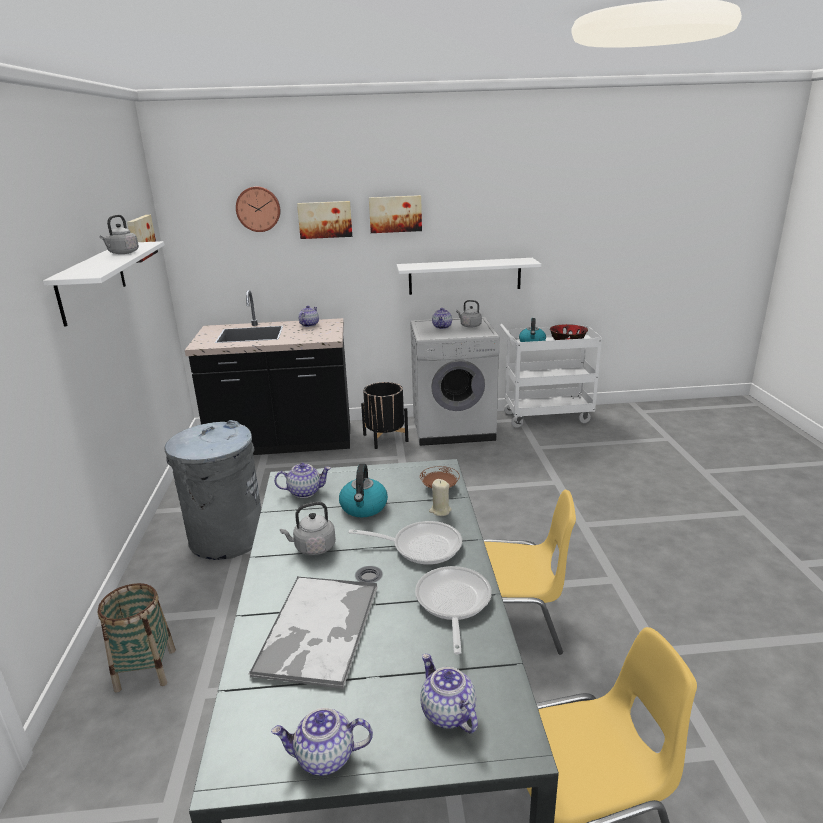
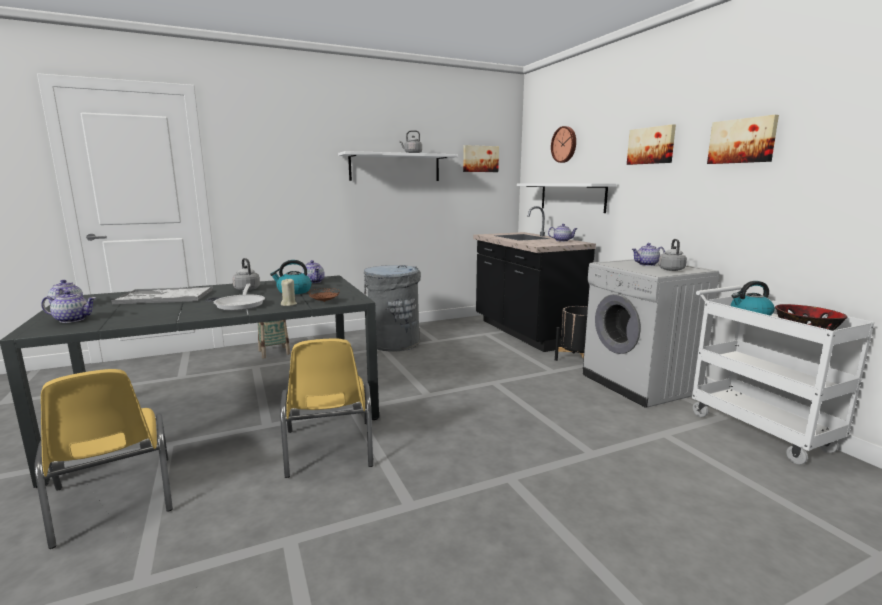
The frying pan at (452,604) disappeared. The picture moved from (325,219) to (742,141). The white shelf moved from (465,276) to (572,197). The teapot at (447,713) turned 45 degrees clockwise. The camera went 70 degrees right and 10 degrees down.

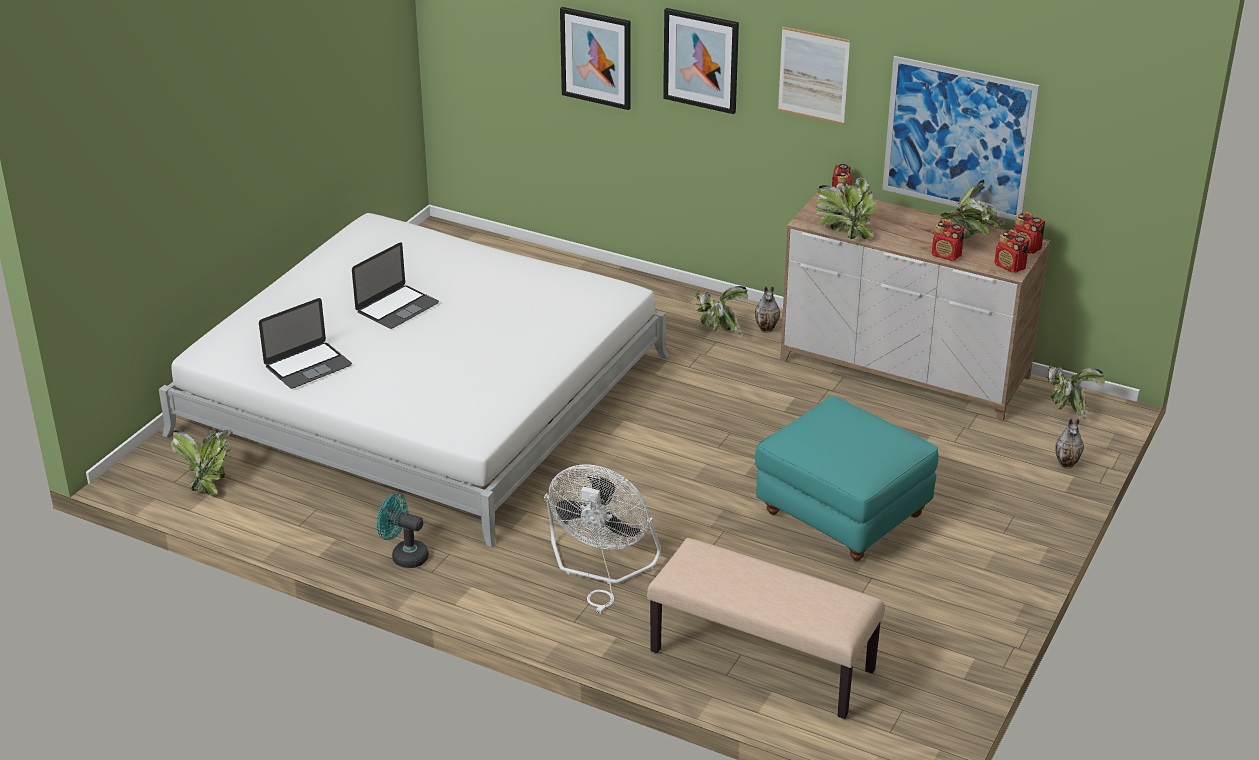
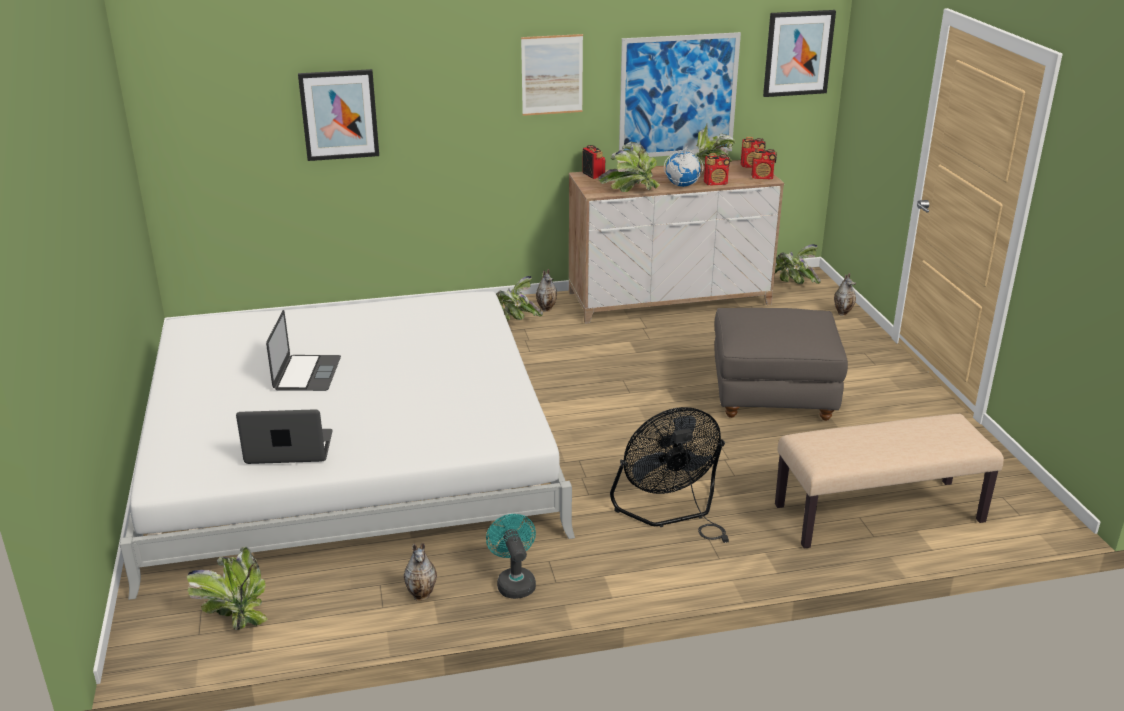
The vase at (422,594) appeared. The globe at (681,185) appeared. The picture moved from (701,60) to (798,53). The white fan at (598,569) became the black fan at (677,512). The turquoise ottoman at (842,514) became the grey ottoman at (772,397). The laptop at (308,365) turned 105 degrees counterclockwise. The turquoise fan at (404,556) turned 90 degrees clockwise. The camera went 40 degrees left and 5 degrees down.

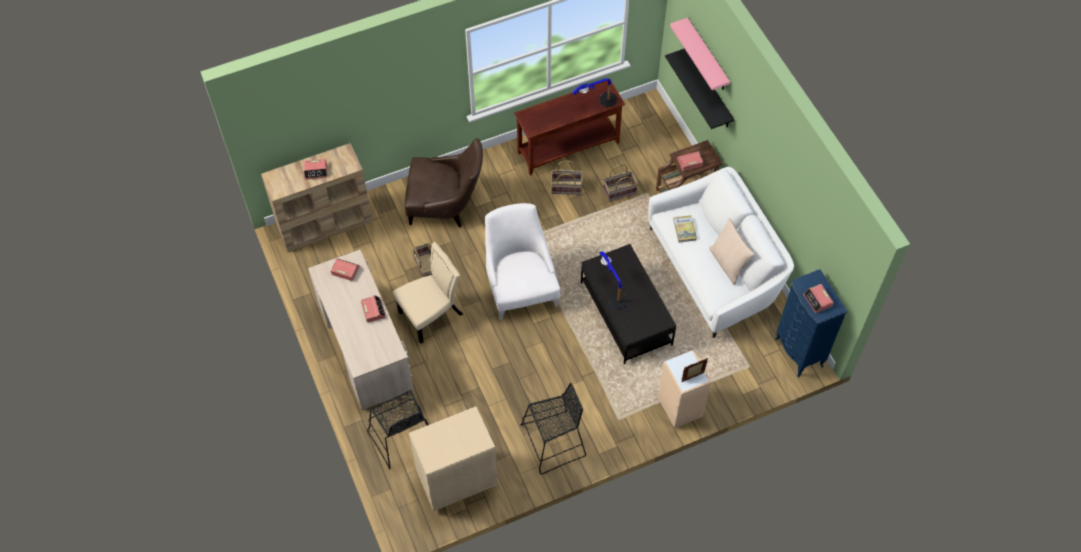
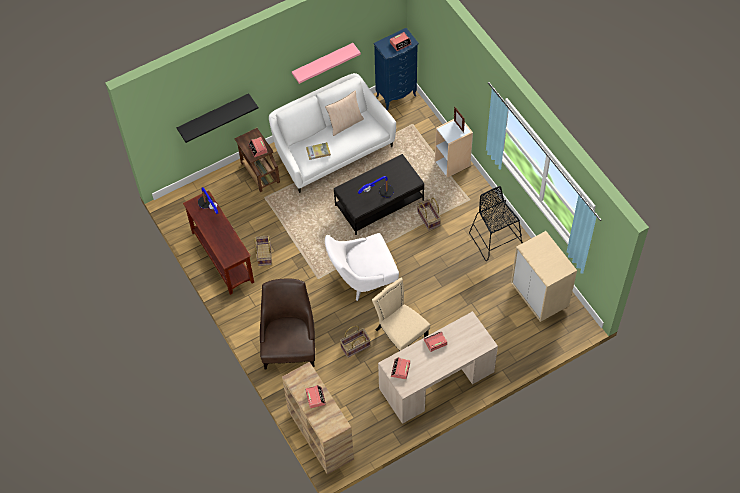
The black stool at (402,437) disappeared. The basket moved from (619,192) to (429,218). The pink shelf moved from (707,56) to (322,62). The camera went 95 degrees left and 0 degrees up.

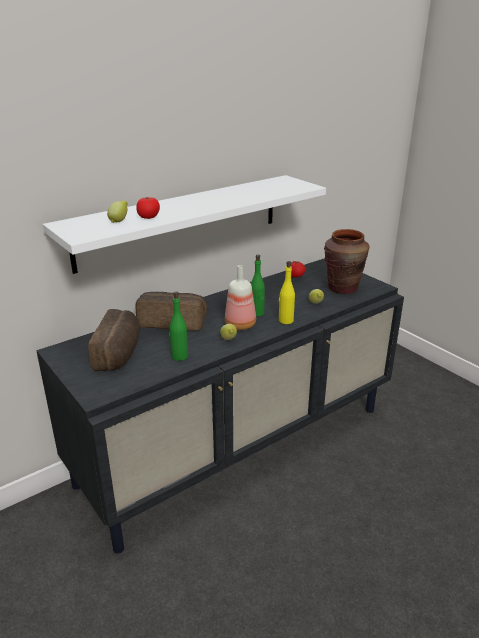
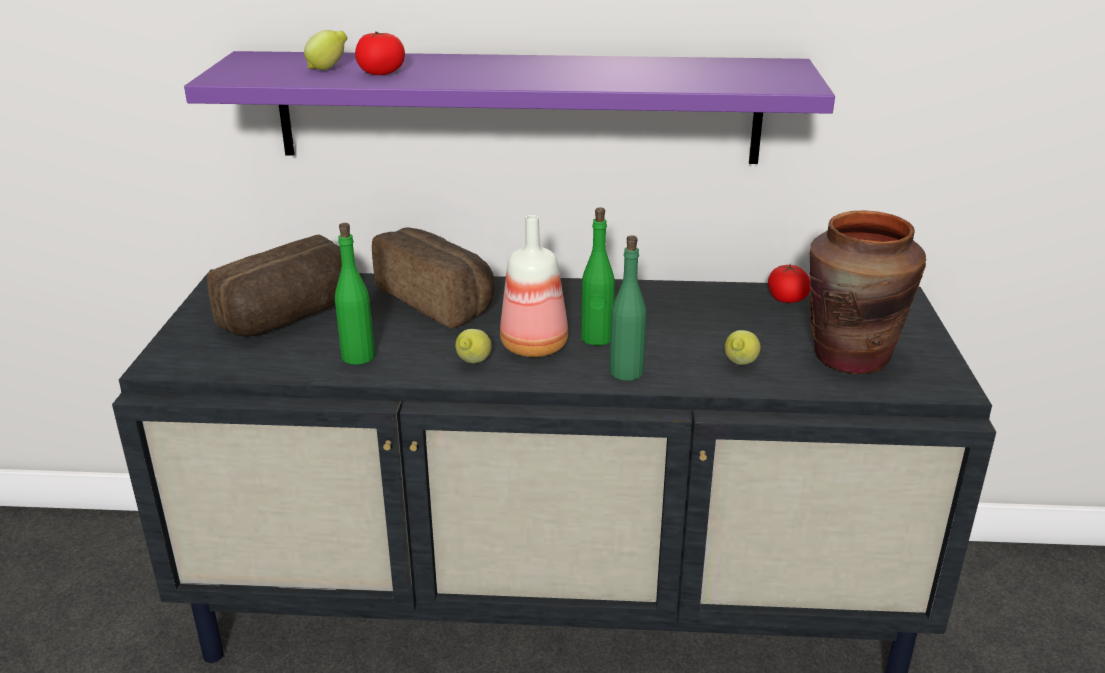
The white shelf at (181,221) became the purple shelf at (518,107). The yellow bottle at (285,320) became the green bottle at (626,372). The camera went 40 degrees right and 0 degrees up.

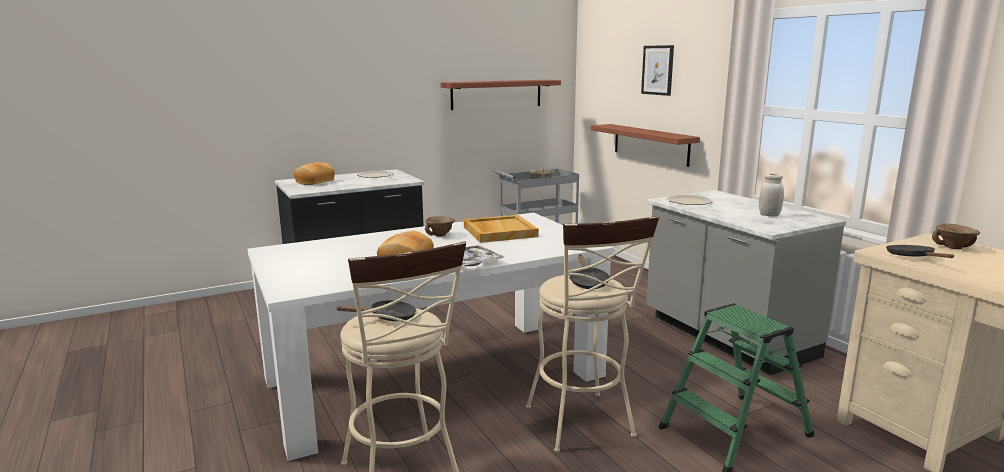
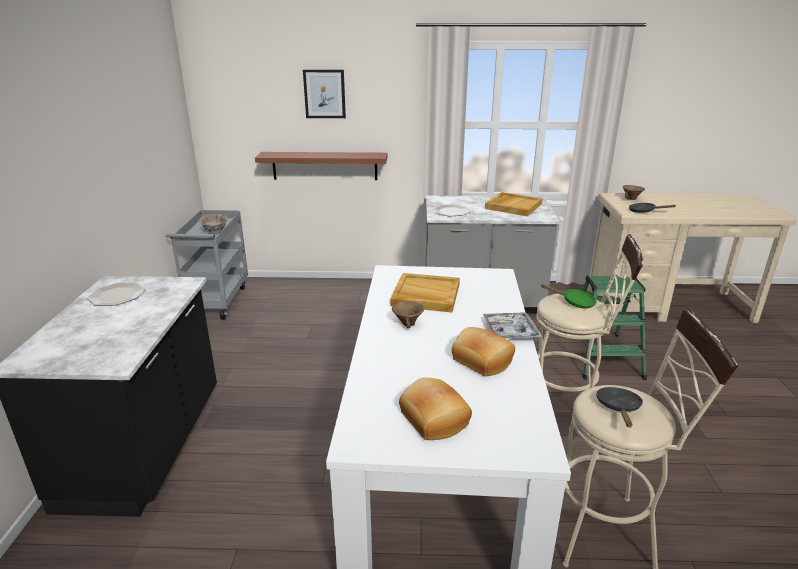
The shelf at (496,94) disappeared. The bread moved from (314,182) to (433,420). The white jar at (769,215) was replaced by the beige tray at (513,206). The black frying pan at (588,282) became the green frying pan at (574,302). The camera went 60 degrees left and 10 degrees up.

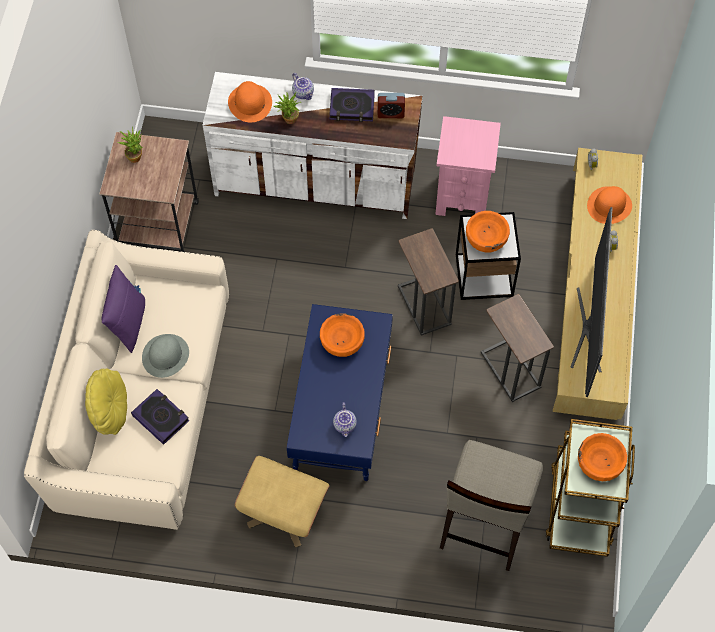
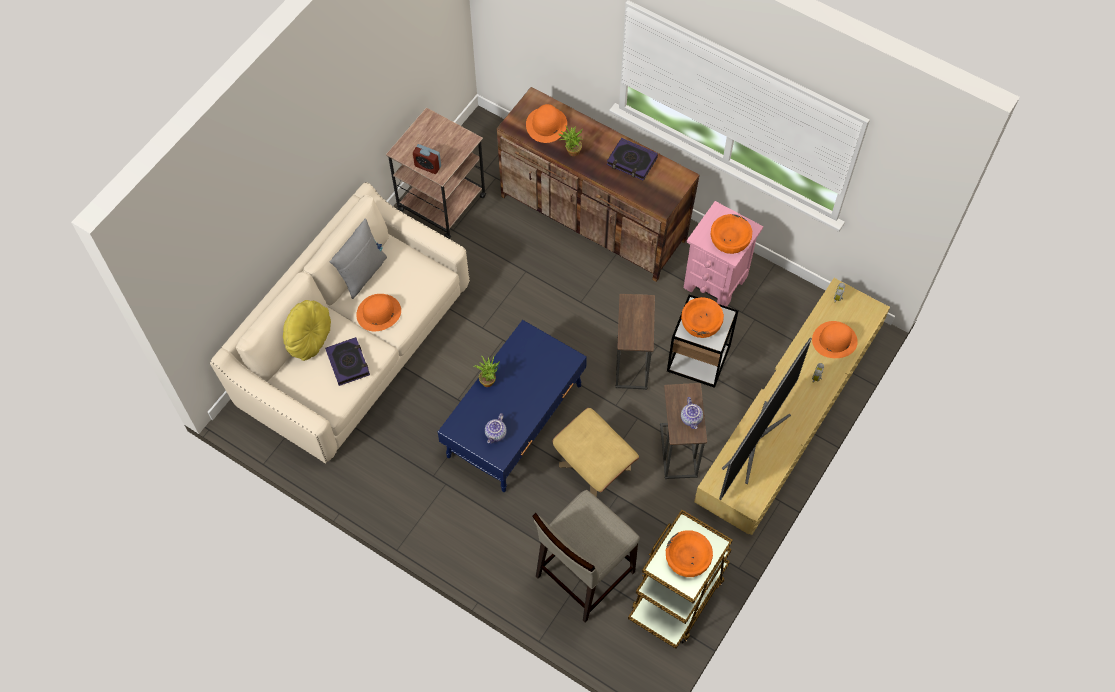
The potted plant moved from (135,155) to (489,380). The beige ottoman moved from (284,511) to (595,466). The teapot moved from (303,93) to (691,418). The orange bowl moved from (342,341) to (729,240). The alarm clock moved from (390,113) to (428,166). The purple pillow at (128,324) became the grey pillow at (362,274). The grey hat at (165,356) became the orange hat at (378,313). The white cabinet at (316,183) became the brown cabinet at (593,220). The camera went 25 degrees right and 0 degrees up.

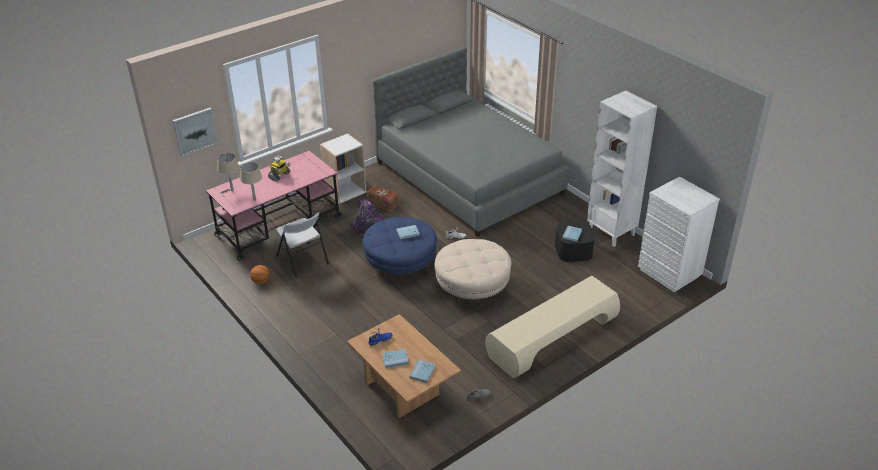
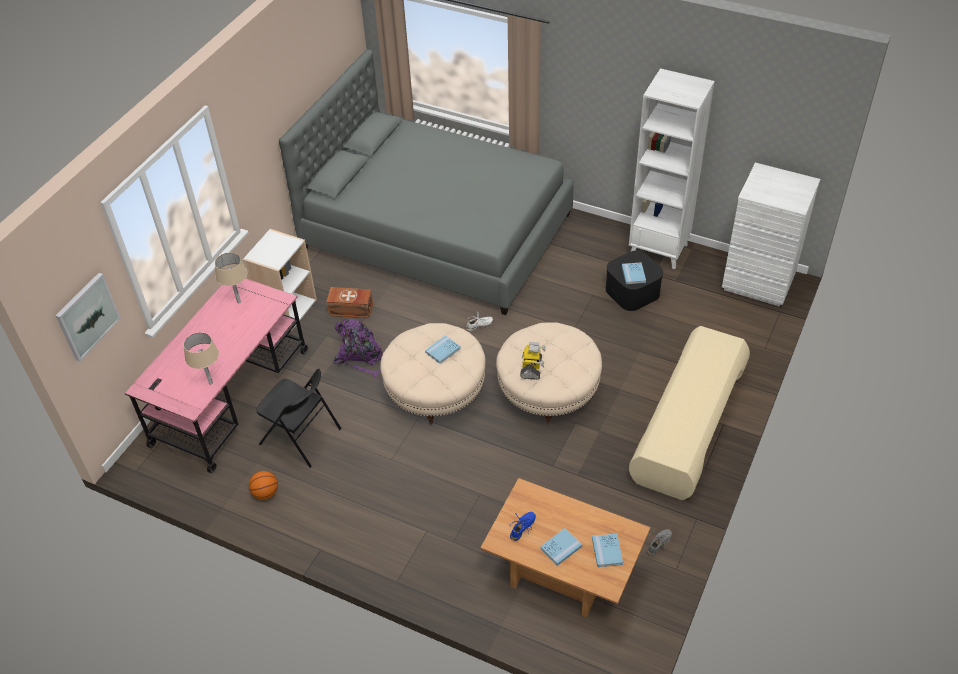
The beige table lamp moved from (232,190) to (239,302). The toy robot moved from (279,175) to (532,368). The white chair at (302,260) became the black chair at (300,436). The blue ottoman at (400,263) became the beige ottoman at (435,390). The camera went 25 degrees left and 10 degrees up.

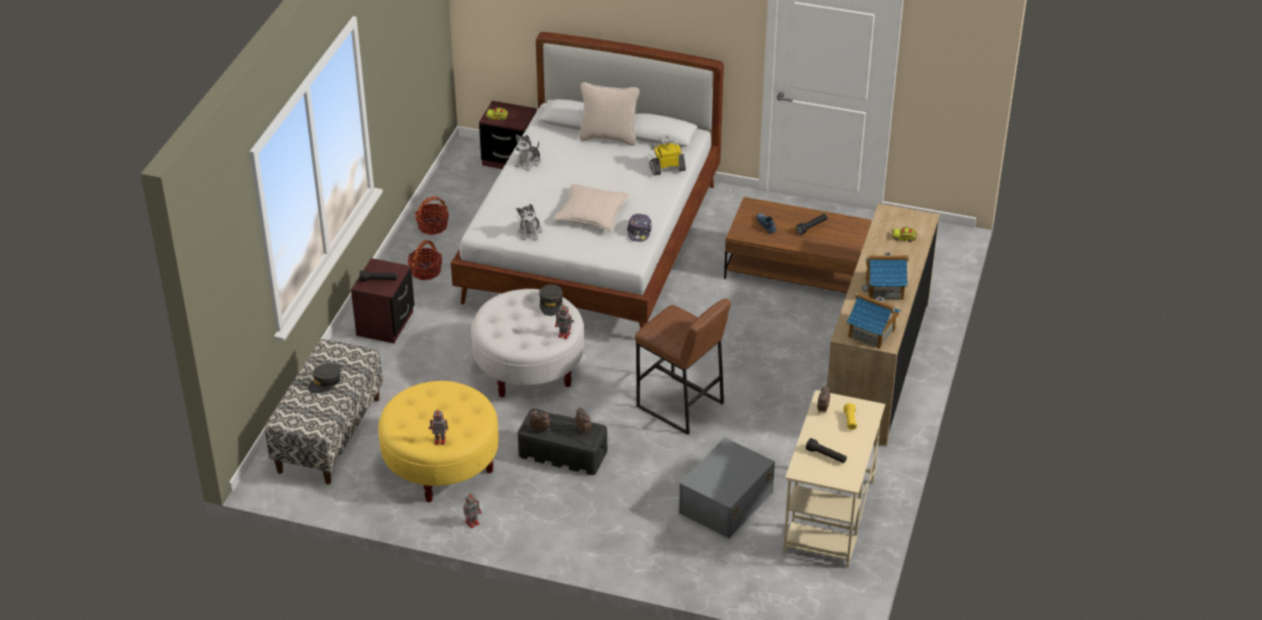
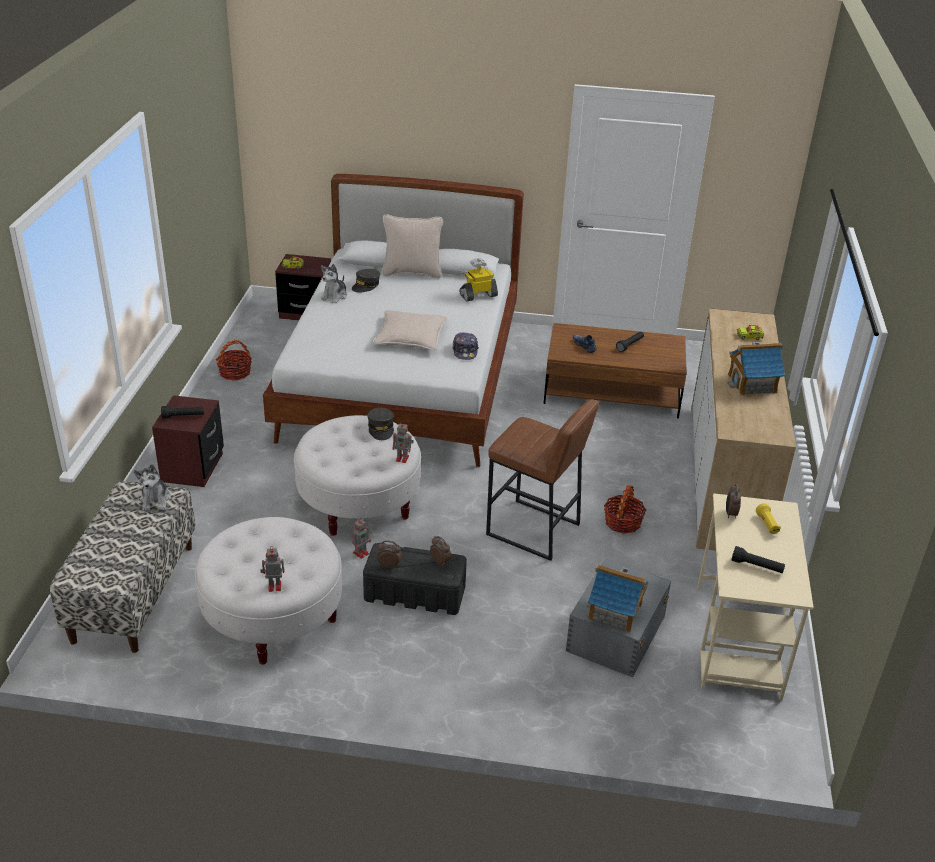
The grey cap moved from (325,383) to (366,285). The basket moved from (425,271) to (622,522). The toy robot moved from (473,522) to (361,552). The plush toy moved from (530,232) to (155,499). The toy house moved from (872,333) to (615,612). The yellow ottoman at (441,464) became the white ottoman at (273,617). The camera went 10 degrees left and 5 degrees down.

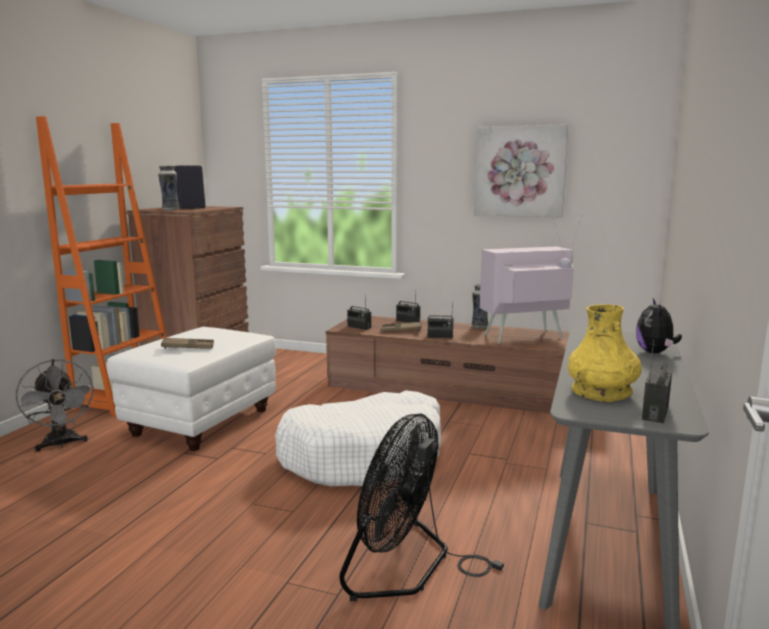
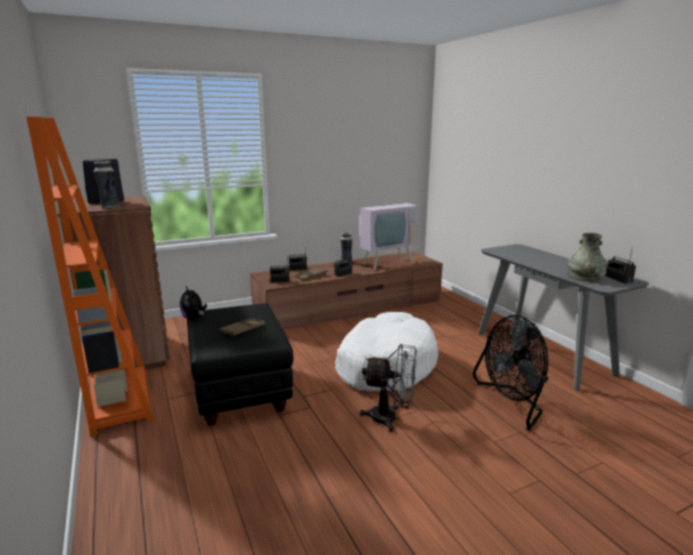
The picture at (519,171) disappeared. The grey fan moved from (61,444) to (390,418). The plush toy moved from (655,352) to (194,318). The white ottoman at (200,422) became the black ottoman at (239,392). The yellow vase at (601,392) became the grey vase at (584,277). The television at (526,338) turned 150 degrees counterclockwise. The camera went 45 degrees left and 5 degrees up.

